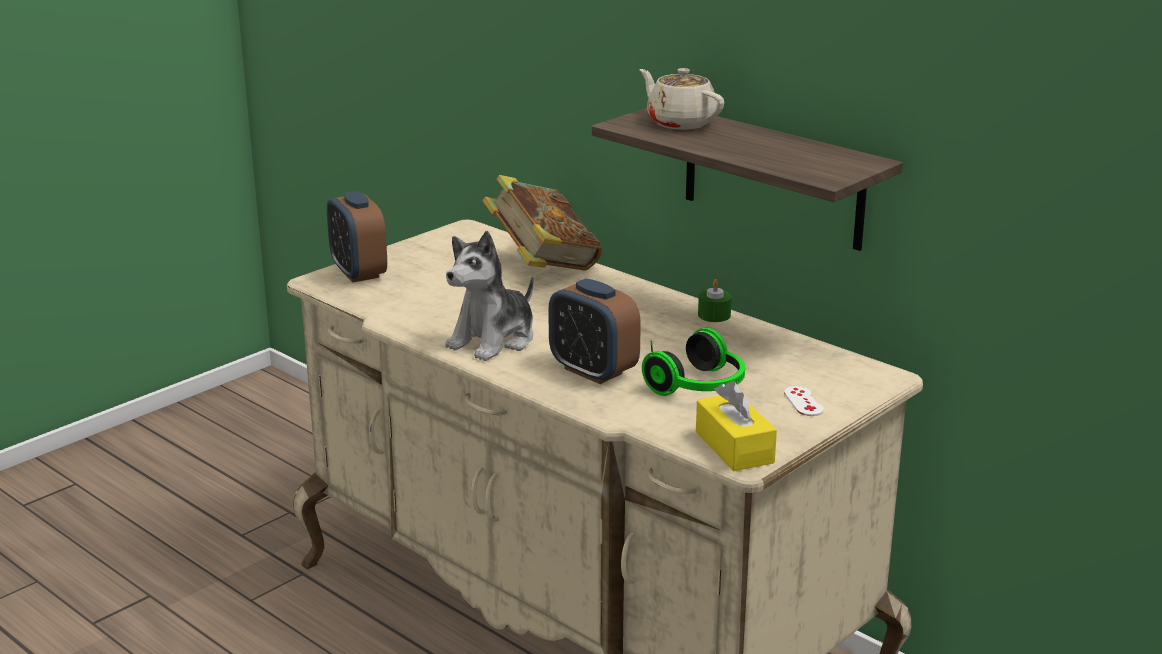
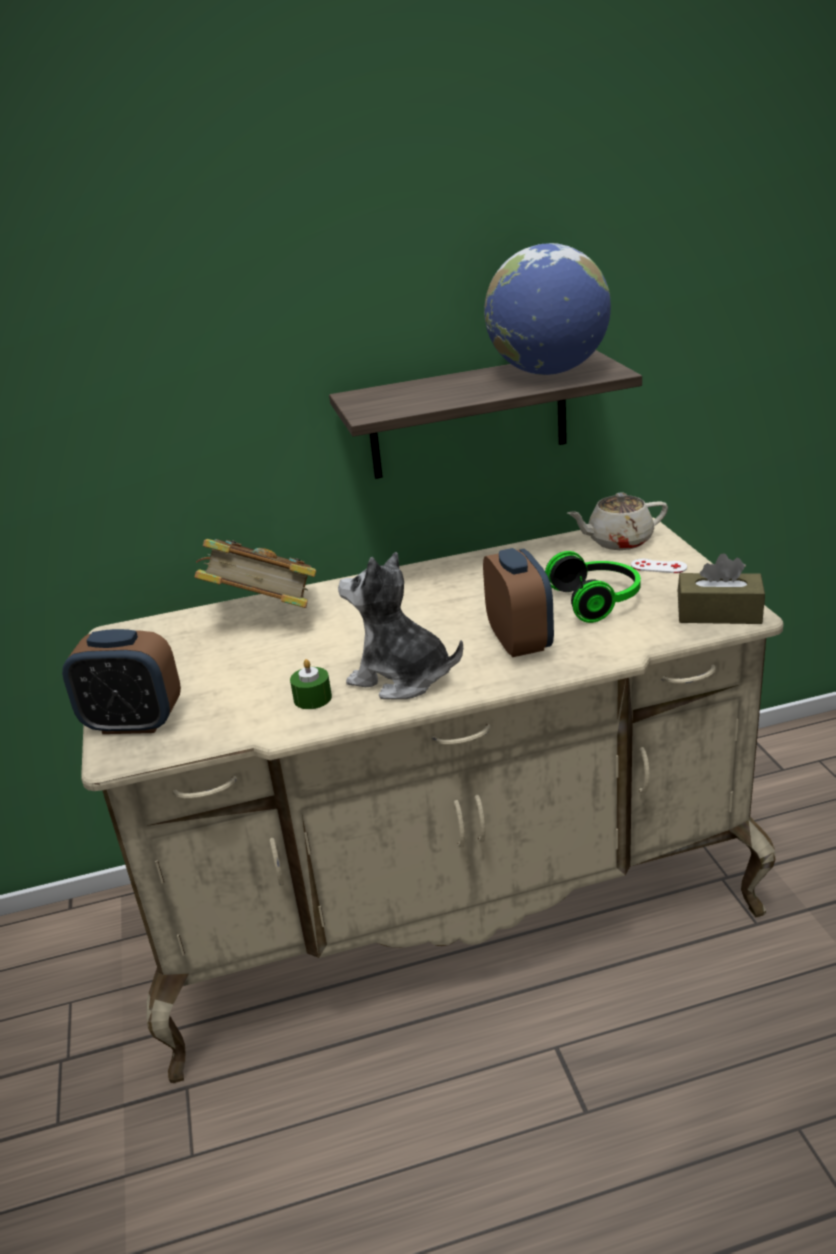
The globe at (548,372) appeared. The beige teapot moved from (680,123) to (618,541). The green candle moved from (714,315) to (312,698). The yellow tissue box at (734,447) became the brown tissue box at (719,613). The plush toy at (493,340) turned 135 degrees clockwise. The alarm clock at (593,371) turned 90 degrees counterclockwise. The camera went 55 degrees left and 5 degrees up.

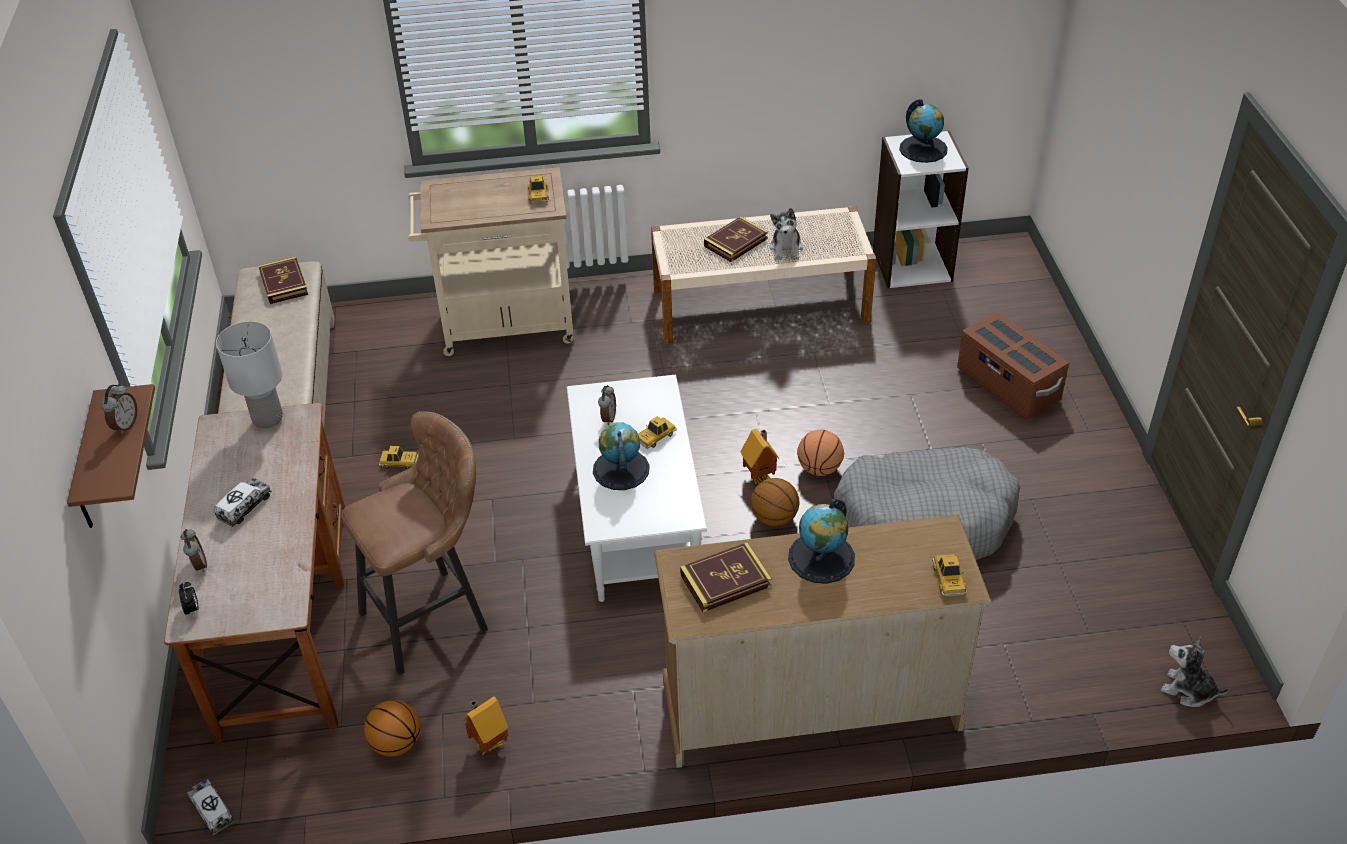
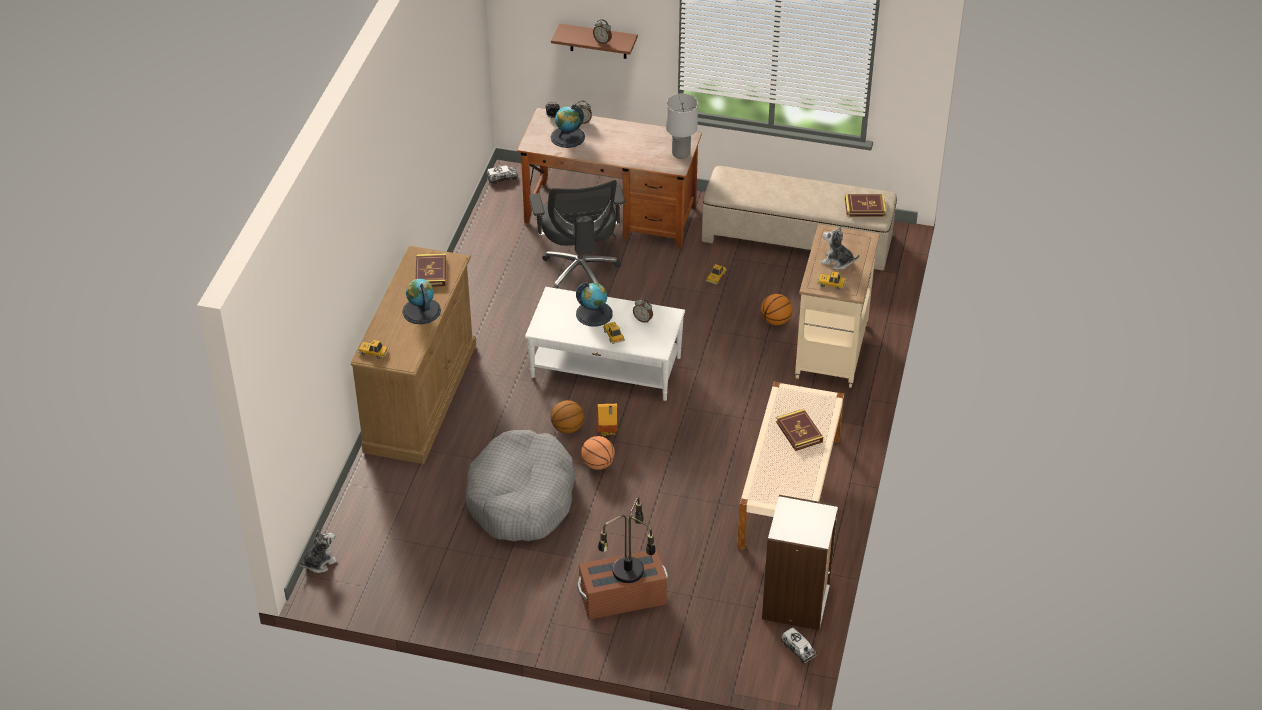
The toy house at (488,744) disappeared. The table lamp at (628,571) appeared. The toy truck moved from (245,507) to (798,649). The basketball moved from (396,743) to (776,321). The plush toy moved from (786,248) to (837,261). The globe moved from (923,149) to (567,137). The brown stool at (437,614) was replaced by the office chair at (580,270). The camera went 110 degrees right and 0 degrees up.

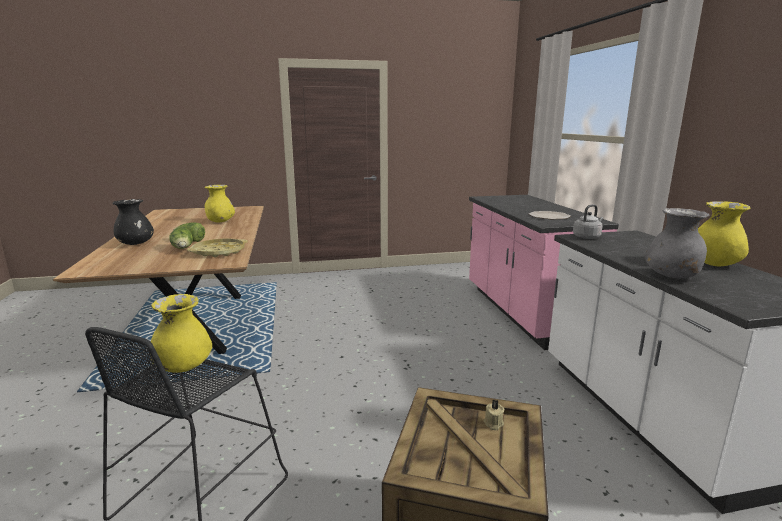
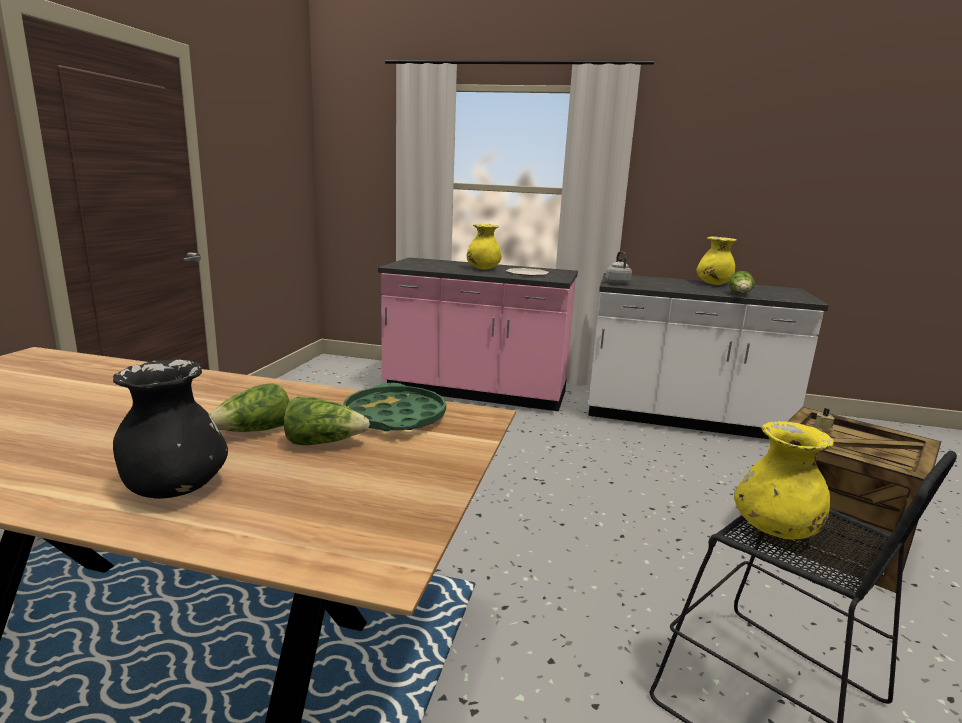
The yellow vase moved from (220,221) to (483,269). The grey vase at (671,276) was replaced by the lettuce at (740,294). The yellow tray at (219,252) became the green tray at (395,417). The camera went 65 degrees left and 0 degrees up.

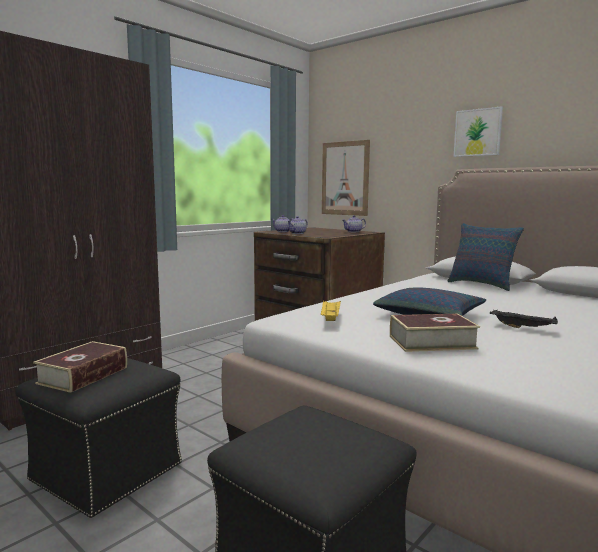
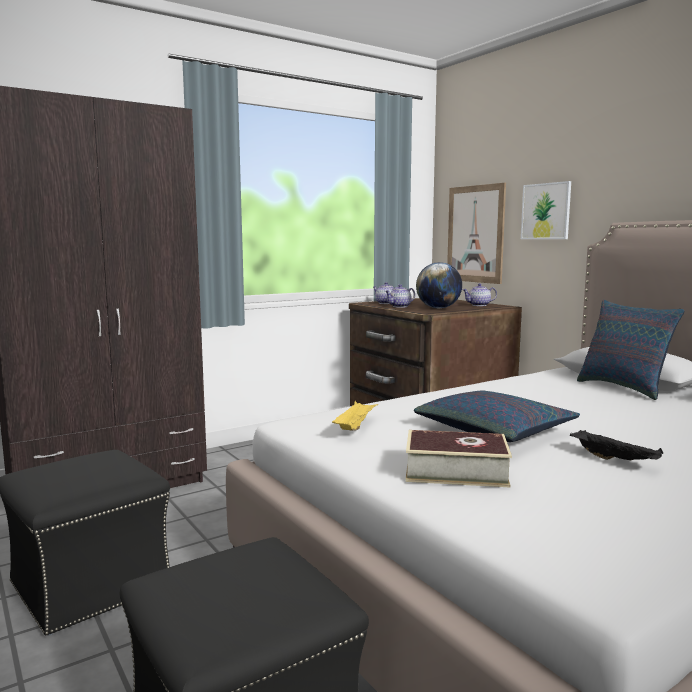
The book at (83,375) disappeared. The globe at (438,308) appeared. The picture moved from (477,132) to (546,211). The camera went 15 degrees right and 0 degrees up.

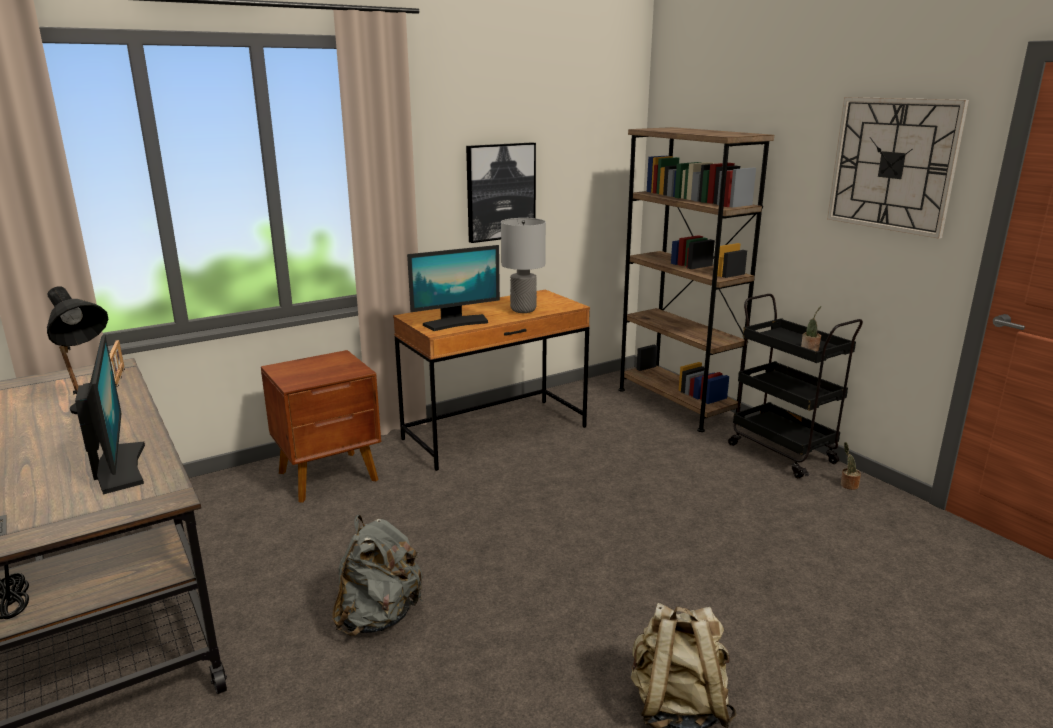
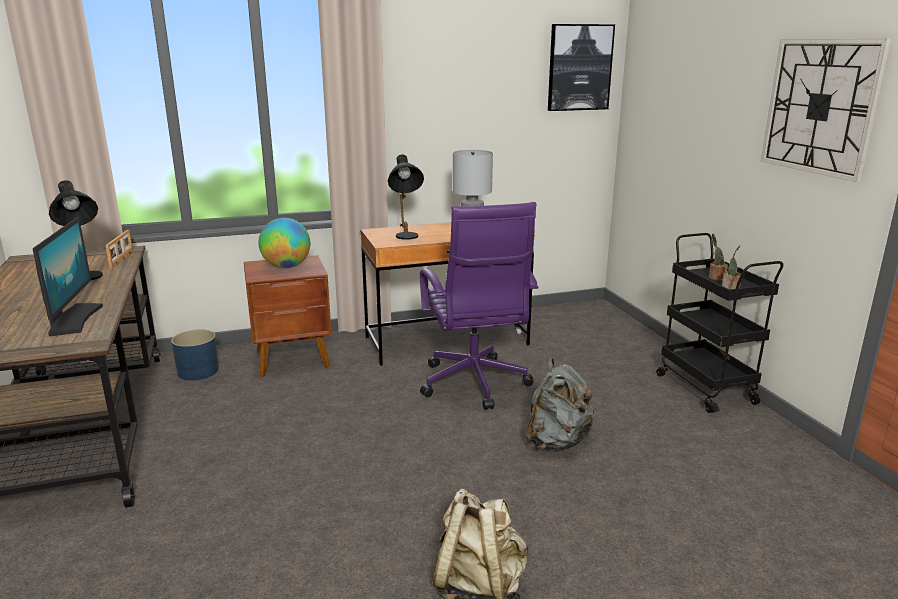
The brown bookcase at (676,403) disappeared. The blue planter at (198,371) appeared. The globe at (286,267) appeared. The purple office chair at (475,385) appeared. The grey backpack moved from (379,617) to (556,441). The picture moved from (500,192) to (579,67). The potted plant moved from (847,485) to (715,277). The monitor at (456,323) was replaced by the black table lamp at (406,238). The camera went 15 degrees right and 0 degrees up.

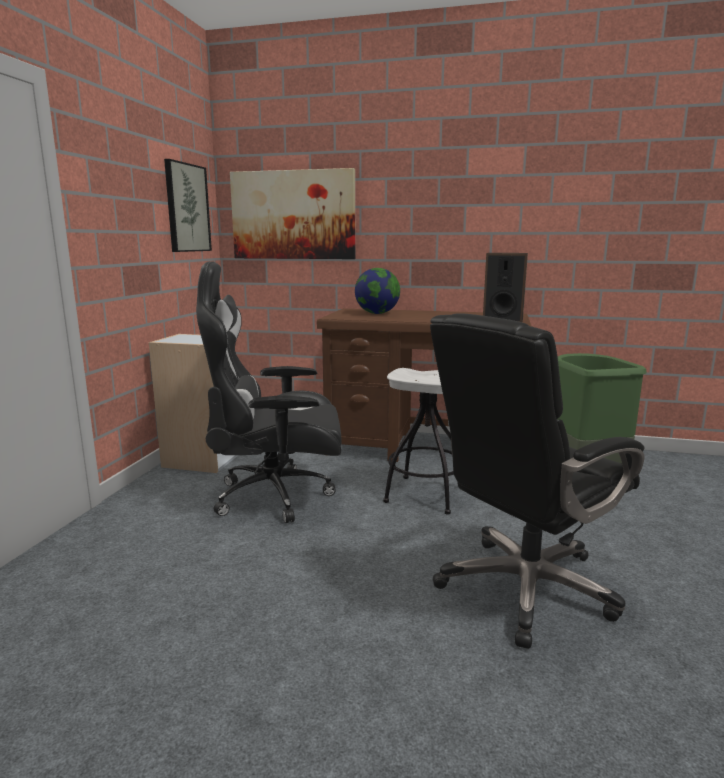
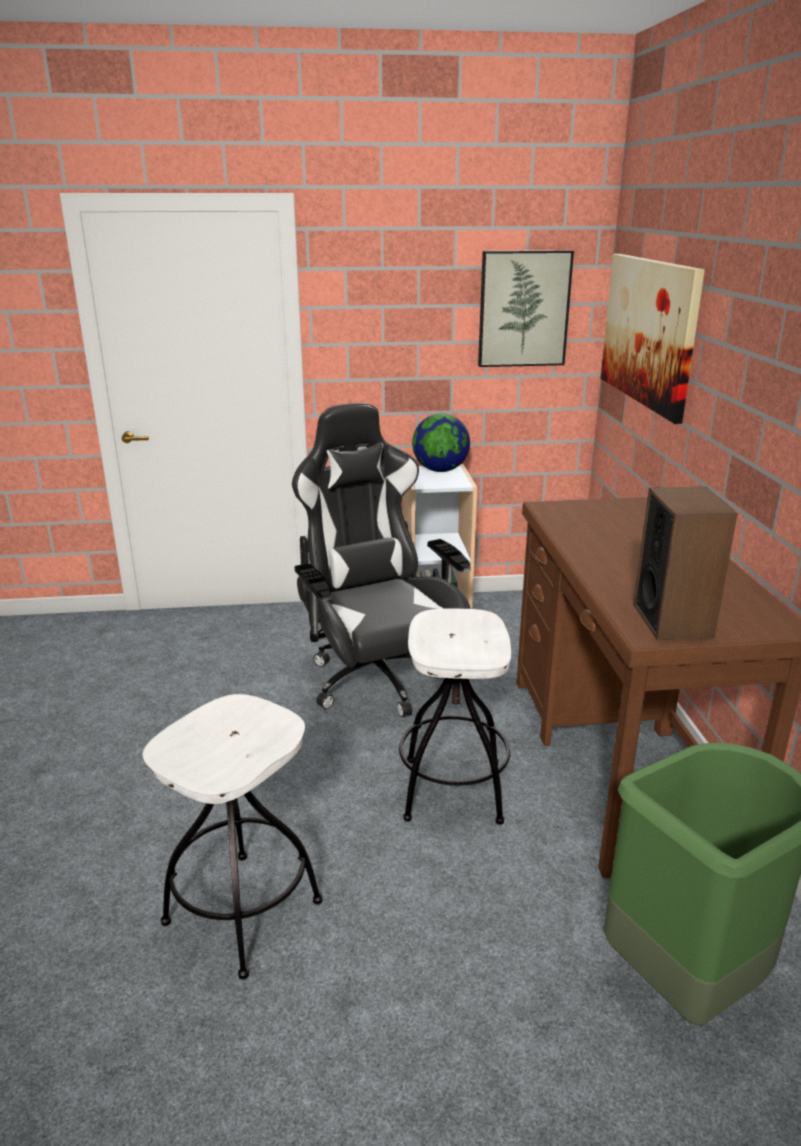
The globe moved from (377,313) to (440,470). The black office chair at (525,588) was replaced by the white stool at (243,911). The camera went 70 degrees right and 10 degrees up.

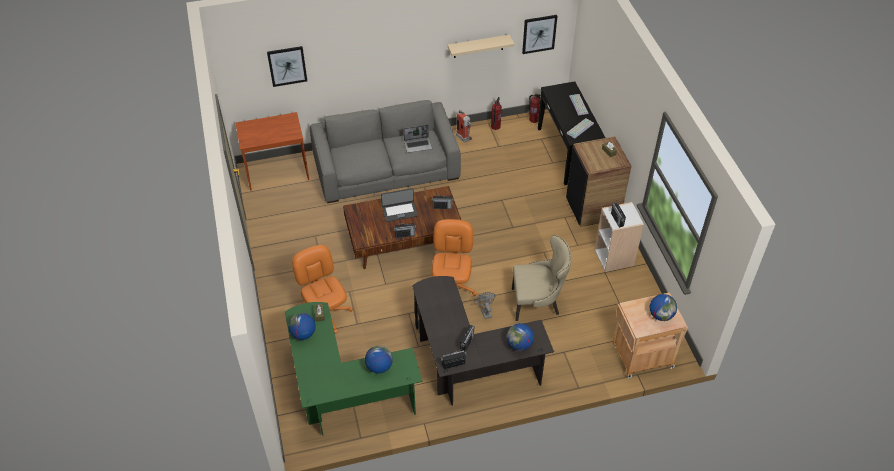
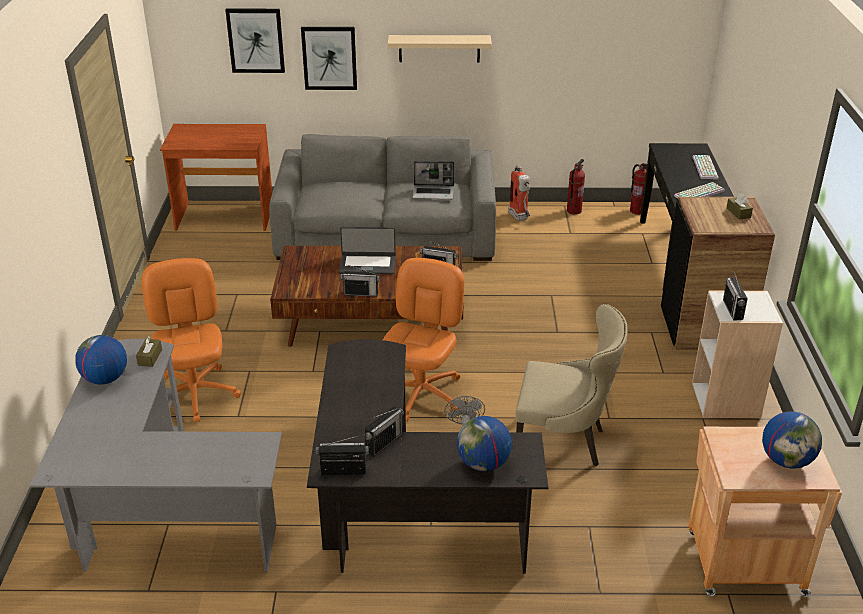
The globe at (379,367) disappeared. The beige shelf moved from (478,46) to (439,48). The picture moved from (539,34) to (329,58). The green desk at (343,393) became the grey desk at (158,512). The camera went 15 degrees right and 15 degrees down.

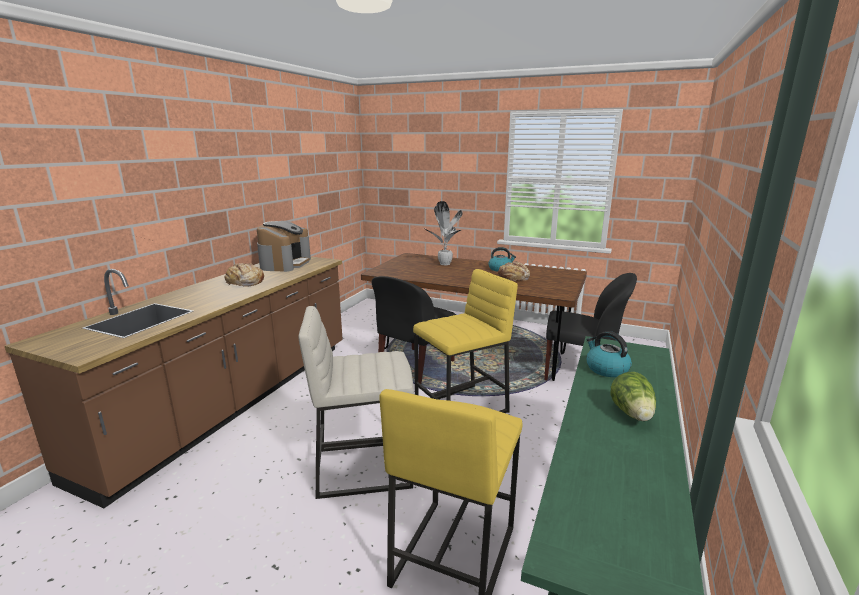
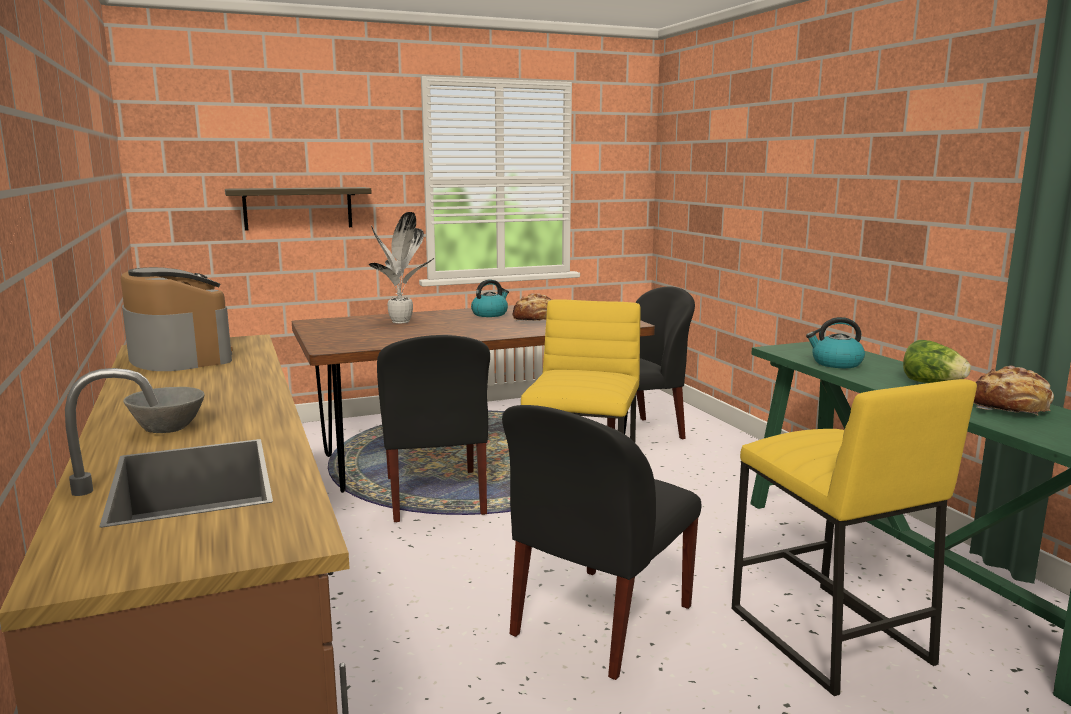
The grey bowl at (169,429) appeared. The shelf at (298,208) appeared. The bread moved from (244,282) to (1010,408). The beige stool at (364,467) was replaced by the black chair at (599,622). The camera went 45 degrees left and 5 degrees down.

